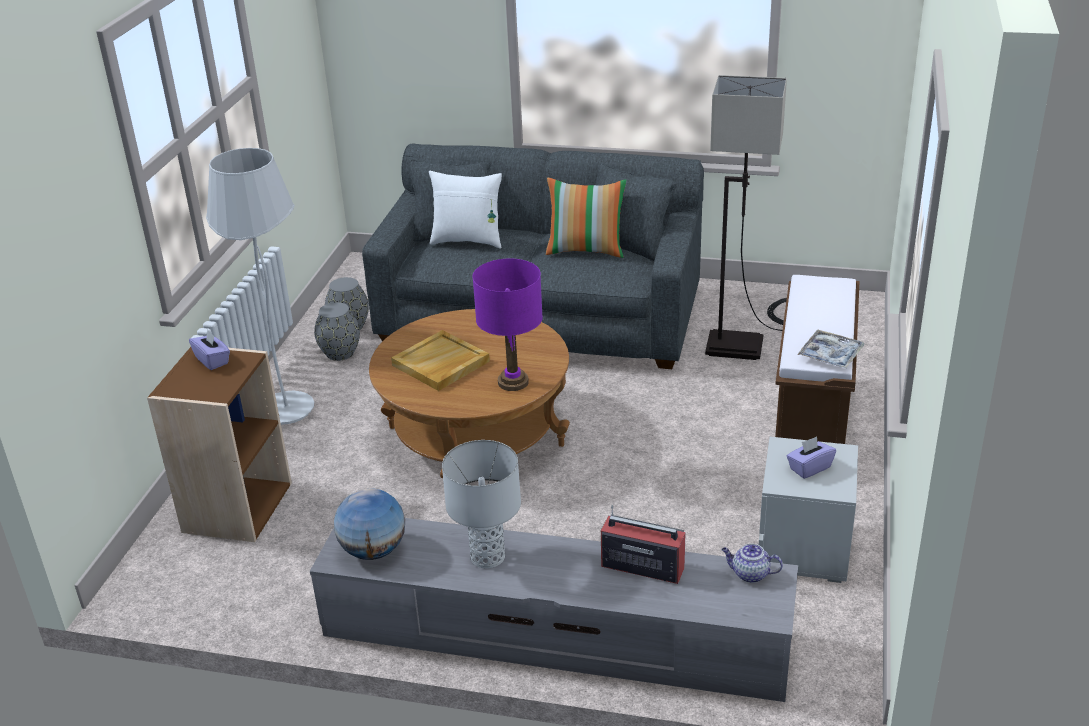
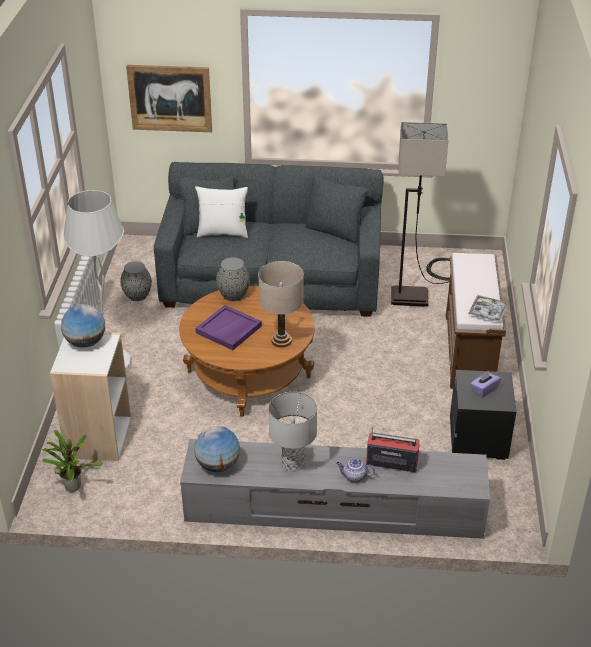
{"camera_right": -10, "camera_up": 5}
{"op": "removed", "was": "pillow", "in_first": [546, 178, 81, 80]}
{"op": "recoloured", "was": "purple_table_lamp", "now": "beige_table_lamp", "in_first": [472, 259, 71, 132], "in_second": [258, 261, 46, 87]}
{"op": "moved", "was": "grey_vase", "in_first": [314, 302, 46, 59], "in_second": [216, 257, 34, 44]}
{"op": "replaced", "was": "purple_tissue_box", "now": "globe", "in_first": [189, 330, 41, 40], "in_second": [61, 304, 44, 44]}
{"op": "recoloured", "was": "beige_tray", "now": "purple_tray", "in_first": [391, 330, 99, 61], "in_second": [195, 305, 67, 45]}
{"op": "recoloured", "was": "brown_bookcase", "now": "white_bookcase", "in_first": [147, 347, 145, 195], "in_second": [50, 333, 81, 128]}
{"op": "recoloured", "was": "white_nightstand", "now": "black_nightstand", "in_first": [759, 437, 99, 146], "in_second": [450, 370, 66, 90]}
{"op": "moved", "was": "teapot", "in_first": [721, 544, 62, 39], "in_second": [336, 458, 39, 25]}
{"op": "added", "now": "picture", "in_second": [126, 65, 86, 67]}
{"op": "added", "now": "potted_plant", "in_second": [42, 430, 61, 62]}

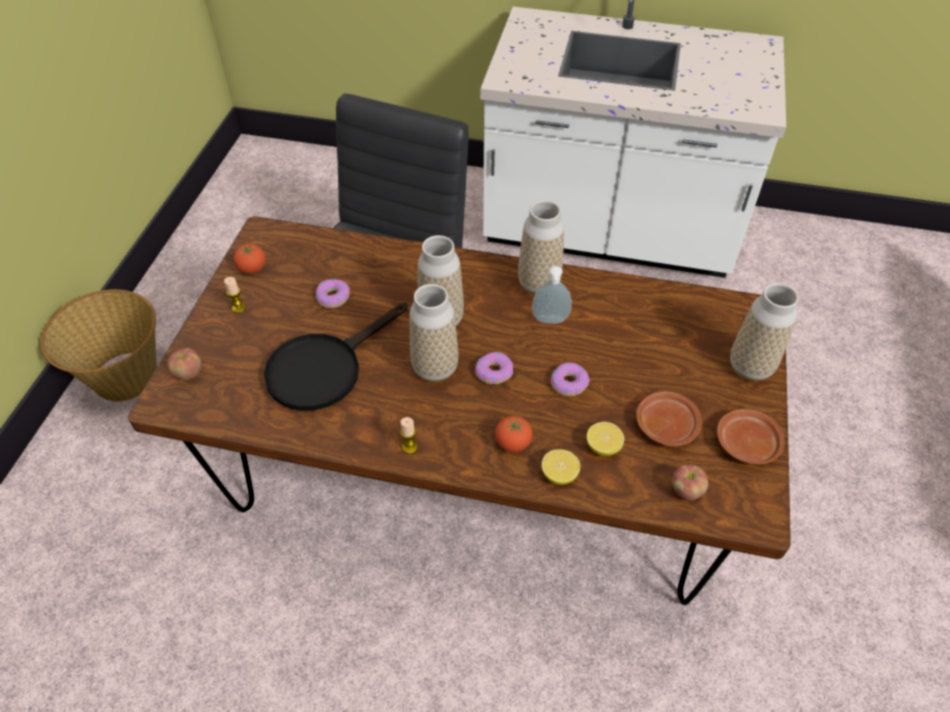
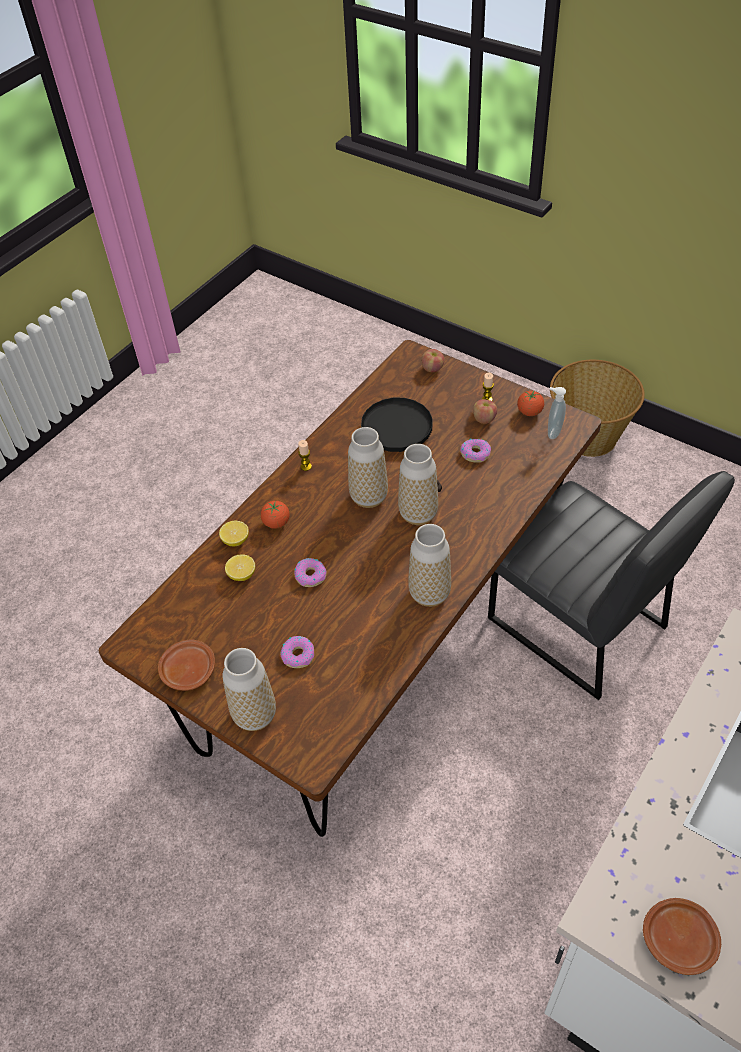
{"camera_right": 115, "camera_up": 0}
{"op": "moved", "was": "soap_dispenser", "in_first": [532, 266, 40, 58], "in_second": [548, 387, 18, 52]}
{"op": "moved", "was": "donut", "in_first": [475, 352, 38, 33], "in_second": [280, 636, 34, 32]}
{"op": "moved", "was": "brown_plate", "in_first": [636, 391, 66, 56], "in_second": [643, 898, 78, 77]}
{"op": "moved", "was": "apple", "in_first": [672, 464, 36, 37], "in_second": [473, 399, 24, 25]}

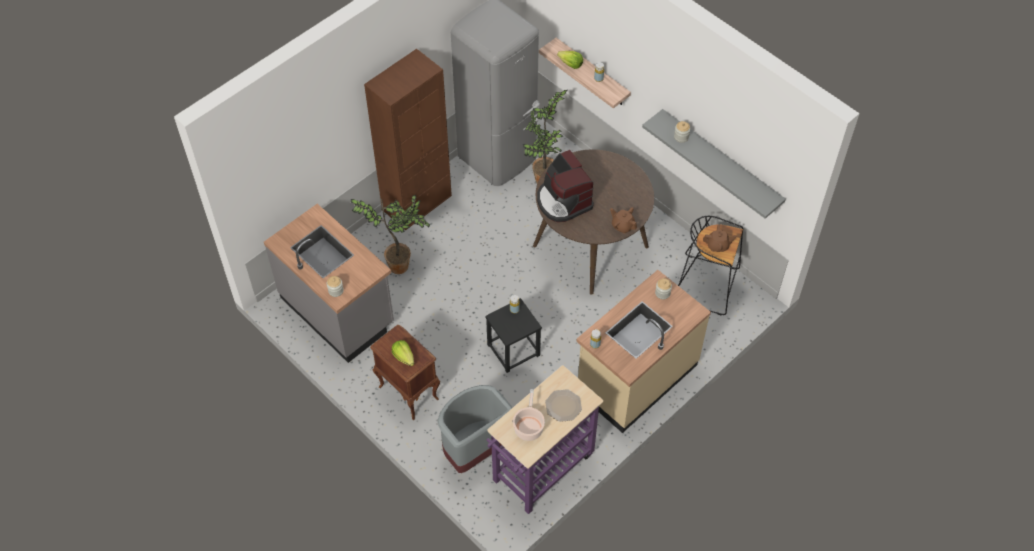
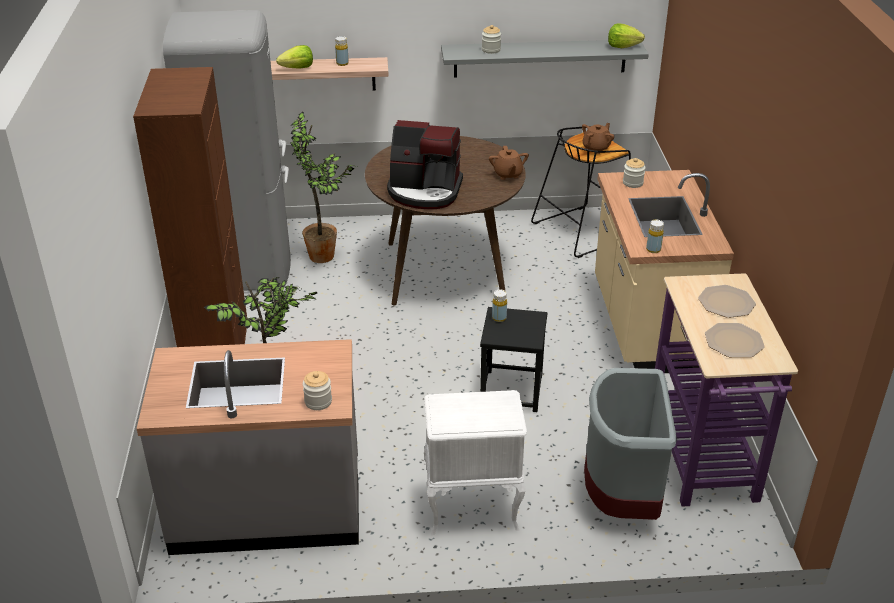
{"camera_right": -50, "camera_up": -20}
{"op": "turned", "was": "brown_teapot", "in_first": [610, 207, 27, 27], "in_second": [489, 146, 40, 34], "clockwise": -90}
{"op": "recoloured", "was": "brown_nightstand", "now": "white_nightstand", "in_first": [370, 325, 70, 96], "in_second": [424, 390, 103, 146]}
{"op": "moved", "was": "lettuce", "in_first": [392, 340, 22, 26], "in_second": [608, 24, 37, 24]}
{"op": "replaced", "was": "cooking_pot", "now": "plate", "in_first": [513, 389, 32, 52], "in_second": [705, 323, 60, 35]}

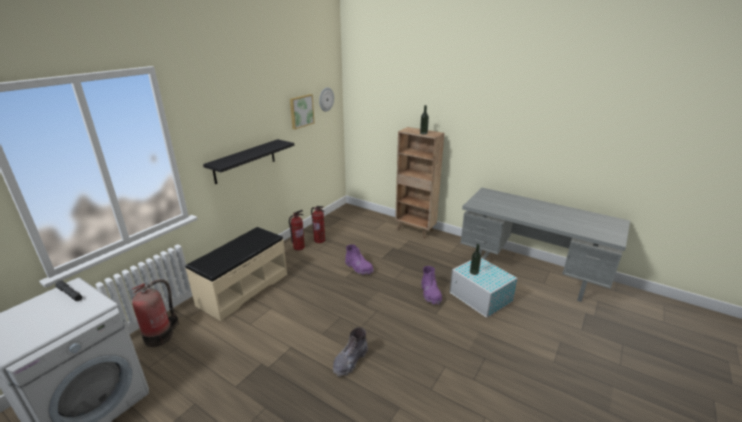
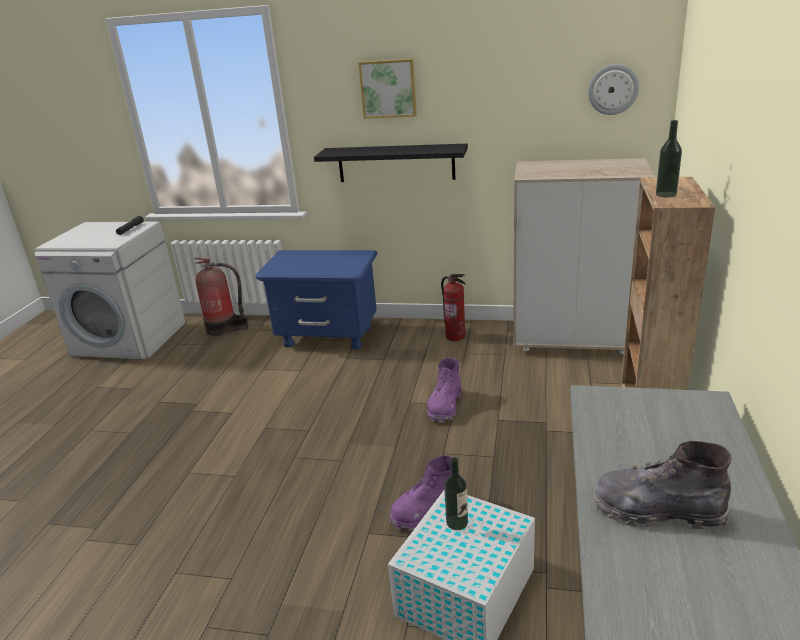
{"camera_right": 70, "camera_up": 0}
{"op": "moved", "was": "picture", "in_first": [290, 94, 24, 35], "in_second": [359, 59, 58, 60]}
{"op": "removed", "was": "fire_extinguisher", "in_first": [311, 206, 14, 37]}
{"op": "replaced", "was": "beige_bench", "now": "blue_nightstand", "in_first": [185, 227, 102, 94], "in_second": [256, 250, 121, 99]}
{"op": "moved", "was": "grey_boot", "in_first": [333, 327, 35, 50], "in_second": [593, 441, 139, 89]}
{"op": "added", "now": "beige_cabinet", "in_second": [513, 158, 142, 196]}

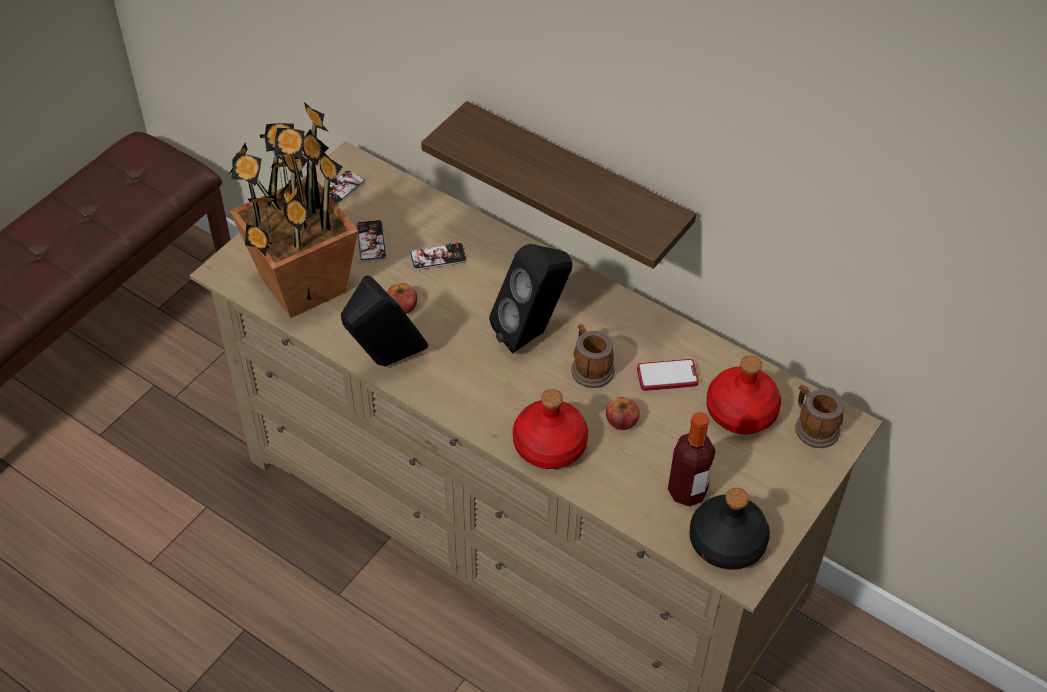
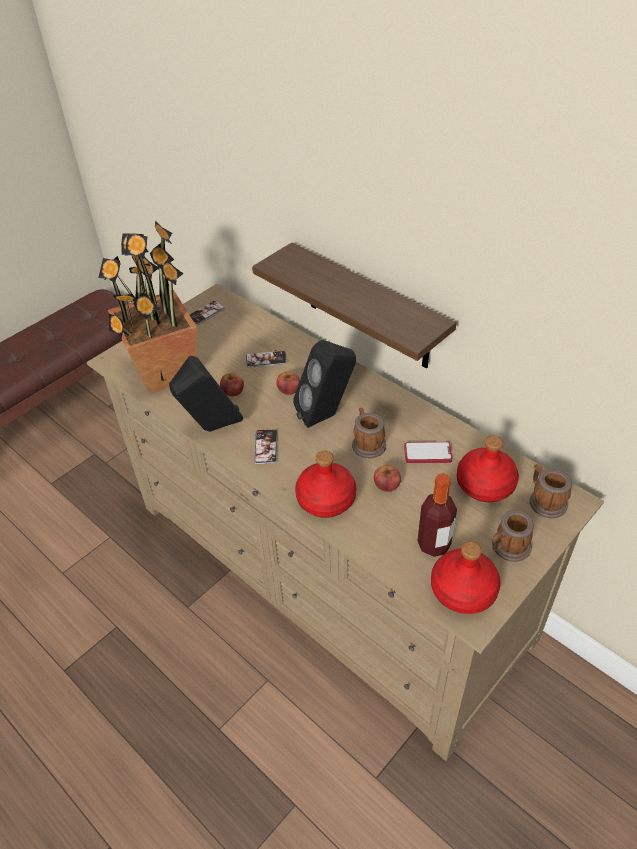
{"camera_right": 10, "camera_up": -5}
{"op": "moved", "was": "phone", "in_first": [356, 220, 31, 42], "in_second": [254, 429, 23, 35]}
{"op": "recoloured", "was": "black_bottle", "now": "red_bottle", "in_first": [689, 488, 81, 82], "in_second": [431, 541, 70, 73]}
{"op": "added", "now": "apple", "in_second": [276, 371, 24, 24]}
{"op": "added", "now": "mug", "in_second": [492, 510, 42, 52]}

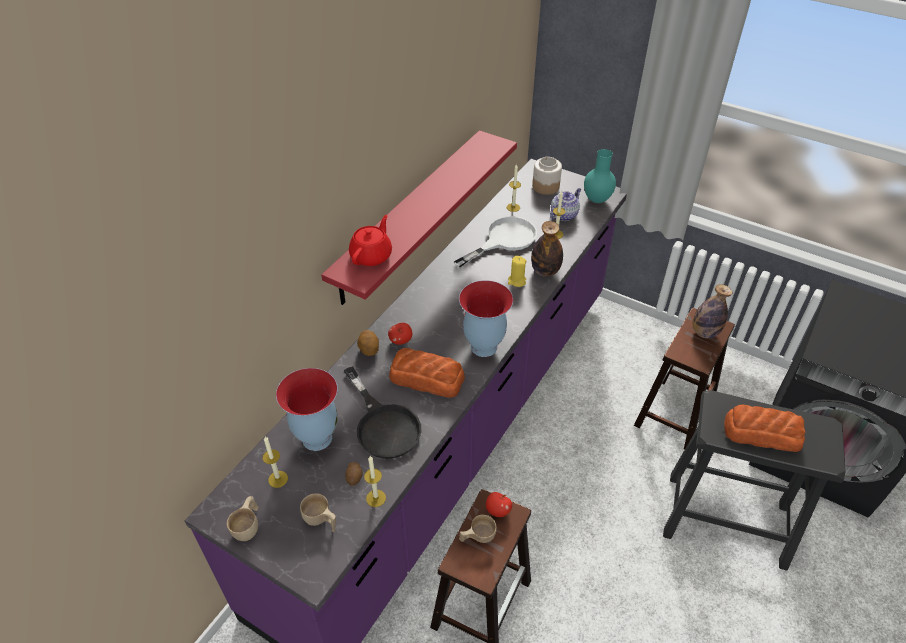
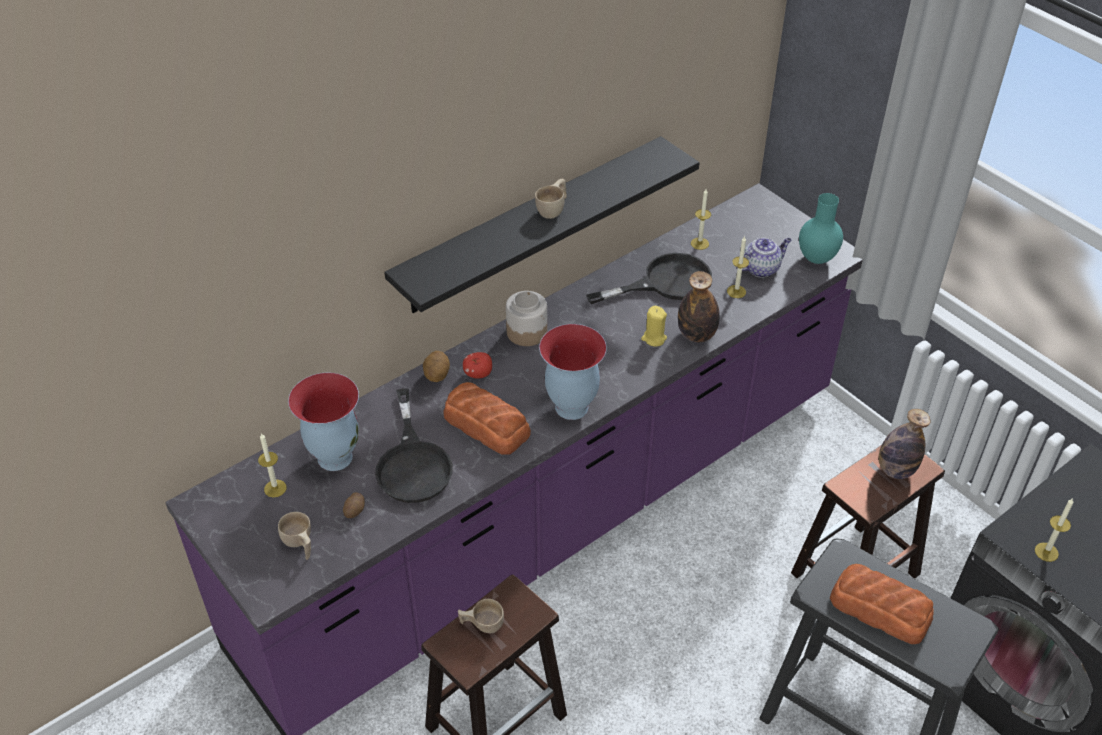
{"camera_right": 20, "camera_up": 0}
{"op": "recoloured", "was": "red_shelf", "now": "black_shelf", "in_first": [321, 130, 196, 175], "in_second": [384, 136, 316, 177]}
{"op": "moved", "was": "jar", "in_first": [532, 157, 30, 38], "in_second": [506, 291, 41, 55]}
{"op": "removed", "was": "red_teapot", "in_first": [349, 215, 43, 51]}
{"op": "recoloured", "was": "white_frying_pan", "now": "black_frying_pan", "in_first": [454, 216, 83, 52], "in_second": [586, 253, 126, 51]}
{"op": "moved", "was": "candle", "in_first": [364, 456, 22, 51], "in_second": [1035, 498, 38, 64]}
{"op": "removed", "was": "apple", "in_first": [486, 492, 26, 25]}
{"op": "moved", "was": "beige_cup", "in_first": [227, 496, 32, 45], "in_second": [535, 179, 32, 40]}

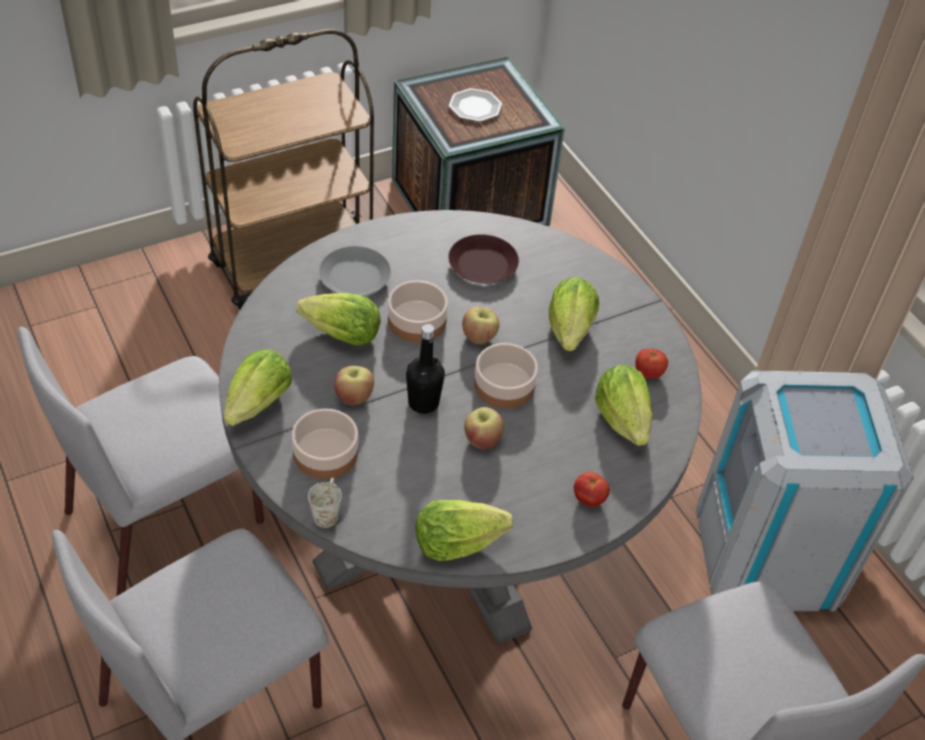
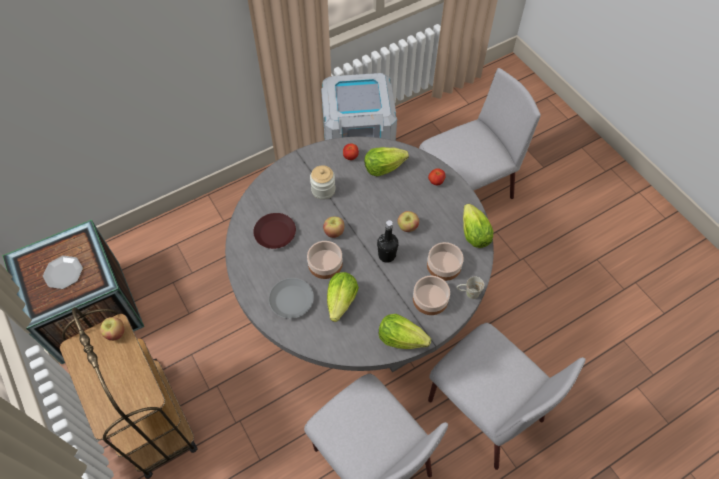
{"camera_right": -90, "camera_up": 10}
{"op": "replaced", "was": "lettuce", "now": "jar", "in_first": [549, 277, 50, 74], "in_second": [310, 165, 26, 35]}
{"op": "moved", "was": "bowl", "in_first": [474, 343, 64, 66], "in_second": [427, 242, 37, 39]}
{"op": "moved", "was": "apple", "in_first": [334, 366, 40, 39], "in_second": [100, 317, 24, 24]}

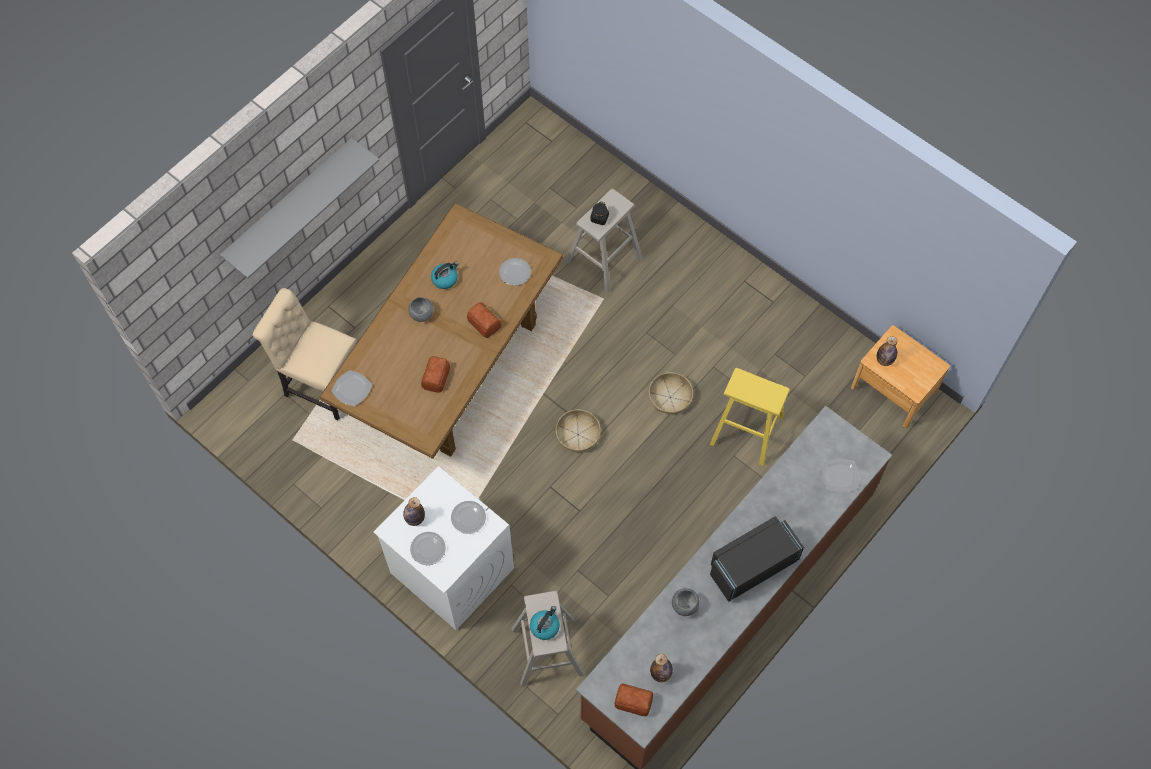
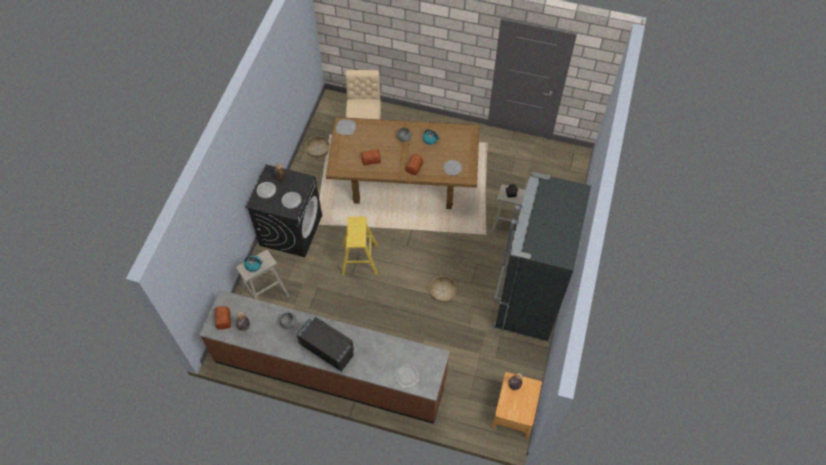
{"camera_right": 65, "camera_up": -5}
{"op": "removed", "was": "grey_shelf", "in_first": [220, 138, 159, 140]}
{"op": "moved", "was": "yellow_stool", "in_first": [710, 368, 80, 98], "in_second": [342, 217, 36, 58]}
{"op": "moved", "was": "basket", "in_first": [556, 409, 45, 45], "in_second": [305, 136, 25, 23]}
{"op": "recoloured", "was": "white_washing_machine", "now": "black_washing_machine", "in_first": [374, 466, 140, 164], "in_second": [246, 164, 76, 93]}
{"op": "added", "now": "black_fridge", "in_second": [493, 172, 98, 169]}

